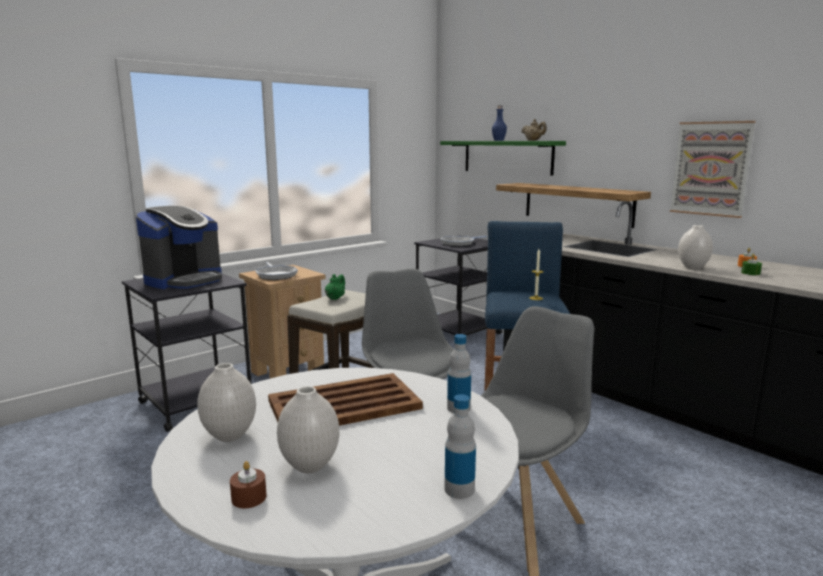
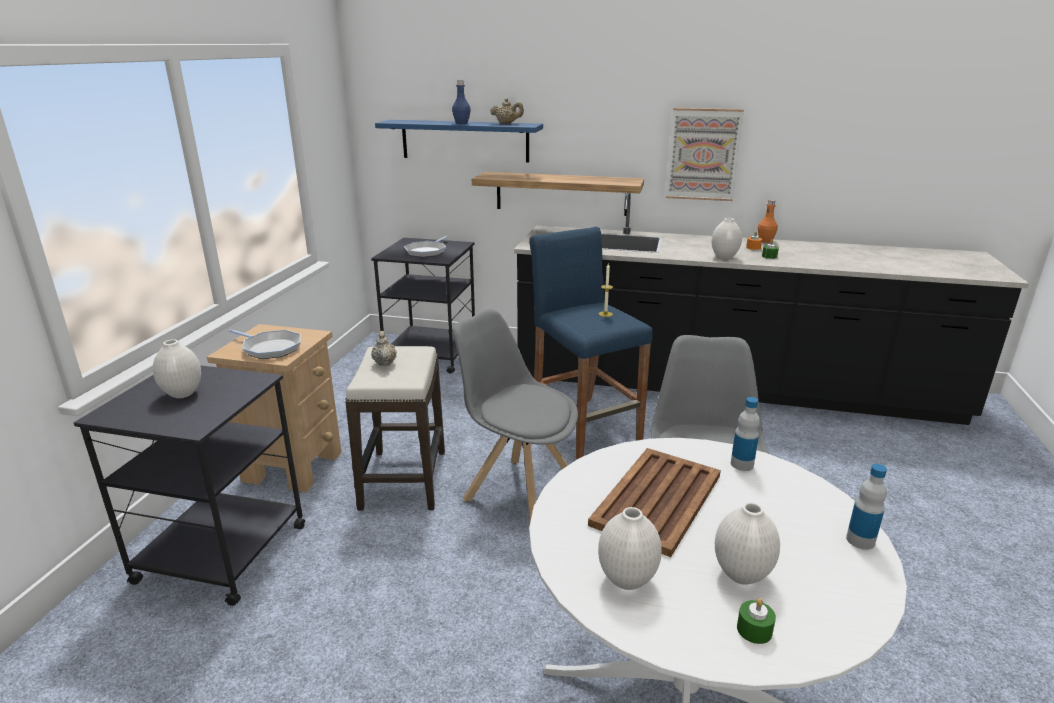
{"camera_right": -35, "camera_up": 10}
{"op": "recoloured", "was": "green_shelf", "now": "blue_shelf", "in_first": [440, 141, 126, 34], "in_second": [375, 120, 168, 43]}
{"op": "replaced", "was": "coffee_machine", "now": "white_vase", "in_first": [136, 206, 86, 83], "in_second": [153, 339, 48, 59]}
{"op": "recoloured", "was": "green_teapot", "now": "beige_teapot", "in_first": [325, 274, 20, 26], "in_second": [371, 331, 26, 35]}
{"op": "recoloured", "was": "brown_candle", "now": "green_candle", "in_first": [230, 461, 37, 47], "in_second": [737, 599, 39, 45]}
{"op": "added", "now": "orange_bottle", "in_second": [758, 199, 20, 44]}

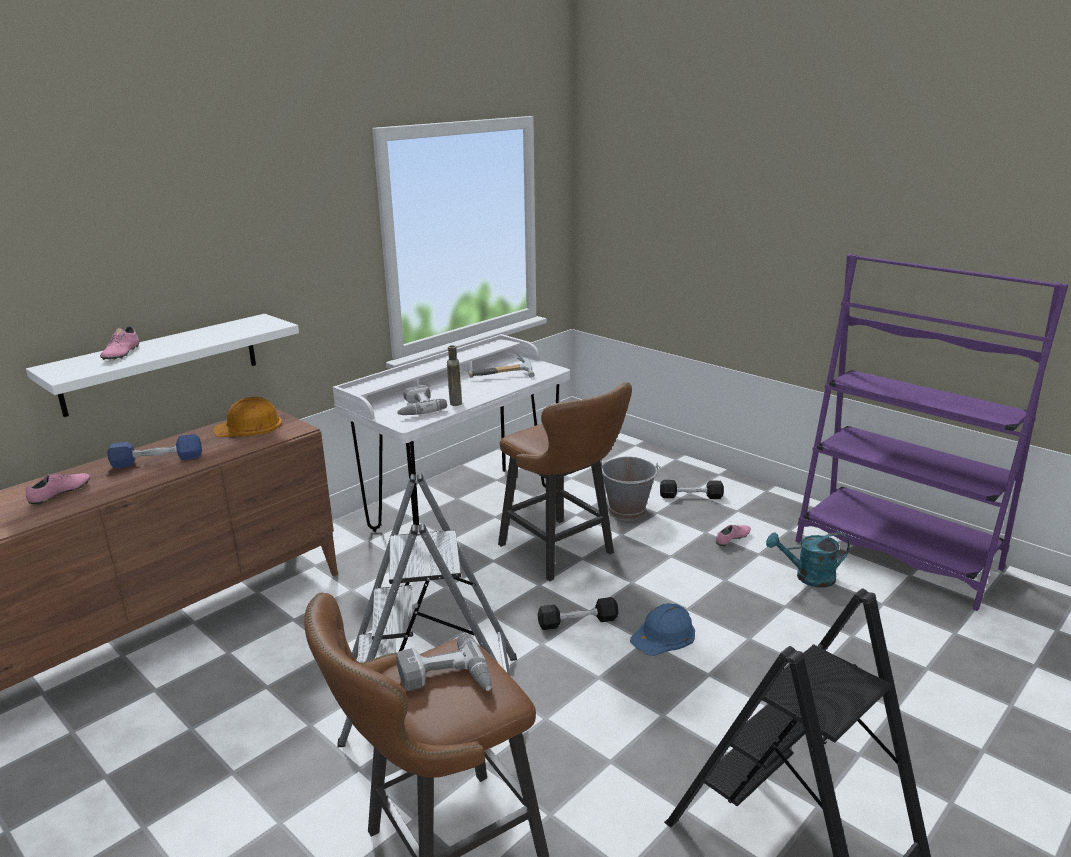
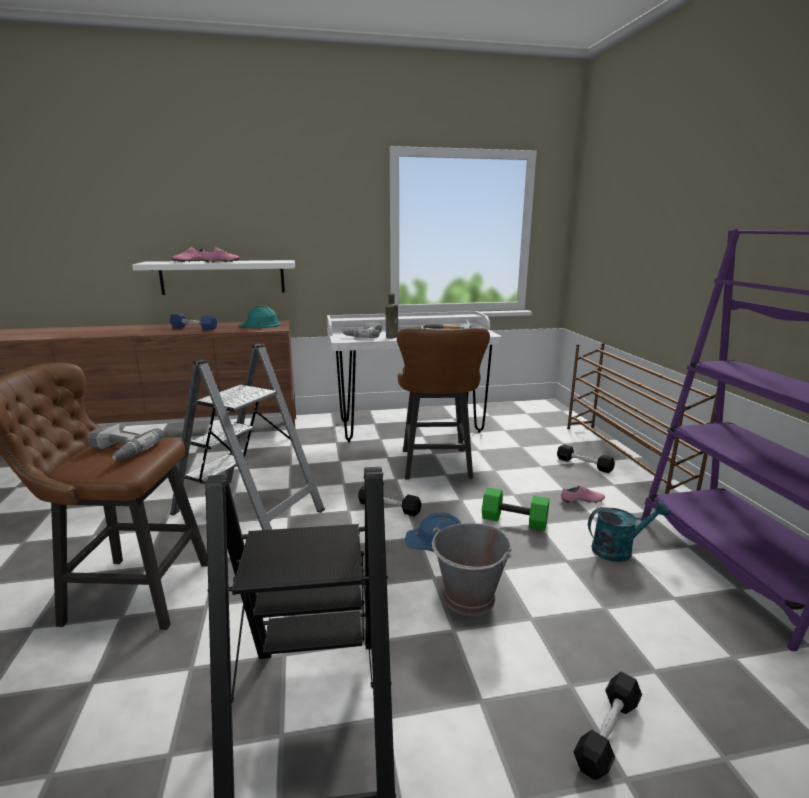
{"camera_right": 35, "camera_up": -5}
{"op": "recoloured", "was": "orange_hard_hat", "now": "turquoise_hard_hat", "in_first": [213, 397, 69, 40], "in_second": [238, 306, 42, 22]}
{"op": "moved", "was": "grey_bucket", "in_first": [601, 456, 59, 65], "in_second": [432, 523, 80, 93]}
{"op": "moved", "was": "pink_shoe", "in_first": [26, 473, 64, 32], "in_second": [202, 247, 38, 16]}
{"op": "turned", "was": "turquoise_watering_can", "in_first": [766, 532, 84, 56], "in_second": [588, 501, 82, 61], "clockwise": 135}
{"op": "added", "now": "brown_shoe_rack", "in_second": [567, 343, 150, 151]}
{"op": "added", "now": "green_dumbbell", "in_second": [482, 488, 67, 43]}
{"op": "added", "now": "black_dumbbell", "in_second": [574, 672, 68, 108]}

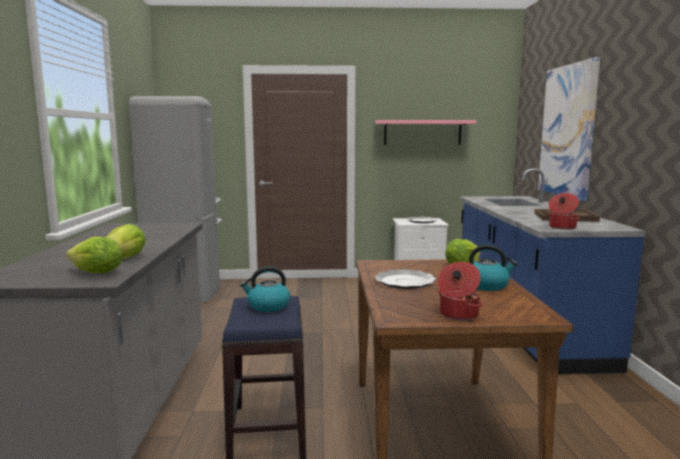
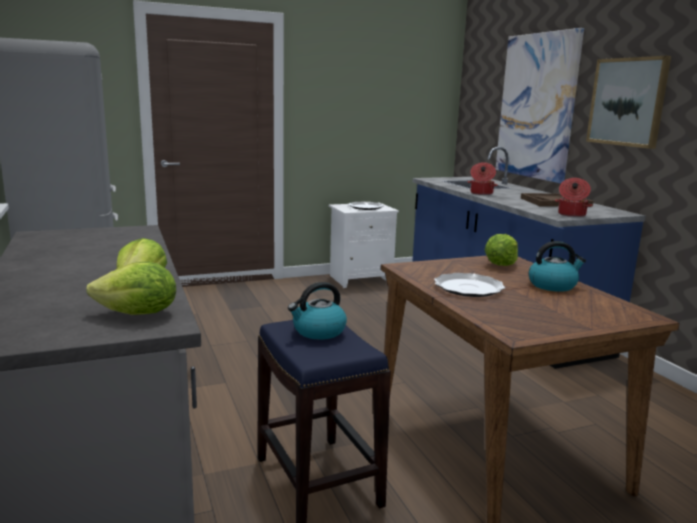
{"camera_right": -20, "camera_up": 5}
{"op": "removed", "was": "pink_shelf", "in_first": [375, 120, 102, 25]}
{"op": "moved", "was": "cooking_pot", "in_first": [438, 262, 45, 58], "in_second": [468, 162, 30, 33]}
{"op": "added", "now": "picture", "in_second": [586, 56, 85, 93]}

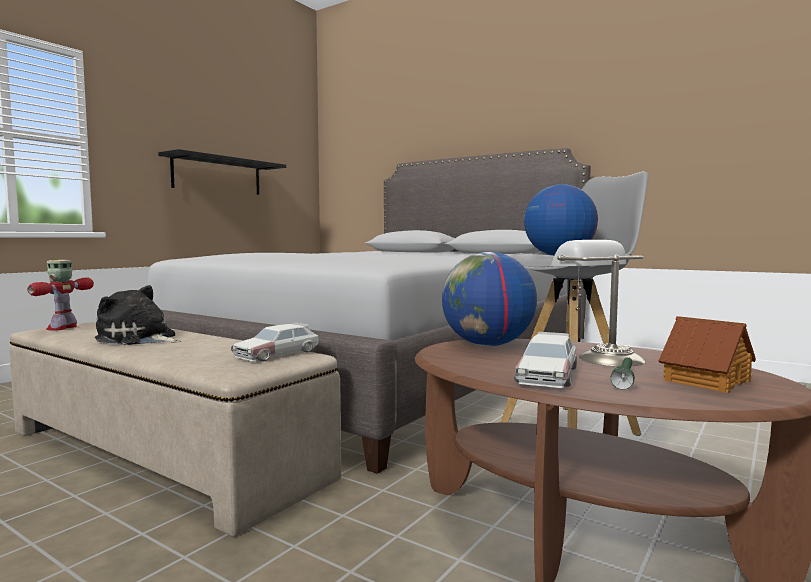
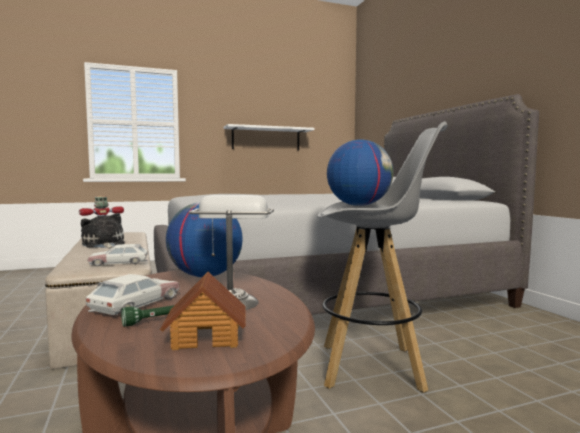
{"camera_right": 35, "camera_up": 0}
{"op": "recoloured", "was": "black_shelf", "now": "white_shelf", "in_first": [158, 149, 128, 46], "in_second": [224, 124, 90, 26]}
{"op": "turned", "was": "toy_car", "in_first": [514, 332, 63, 56], "in_second": [86, 274, 94, 41], "clockwise": 150}

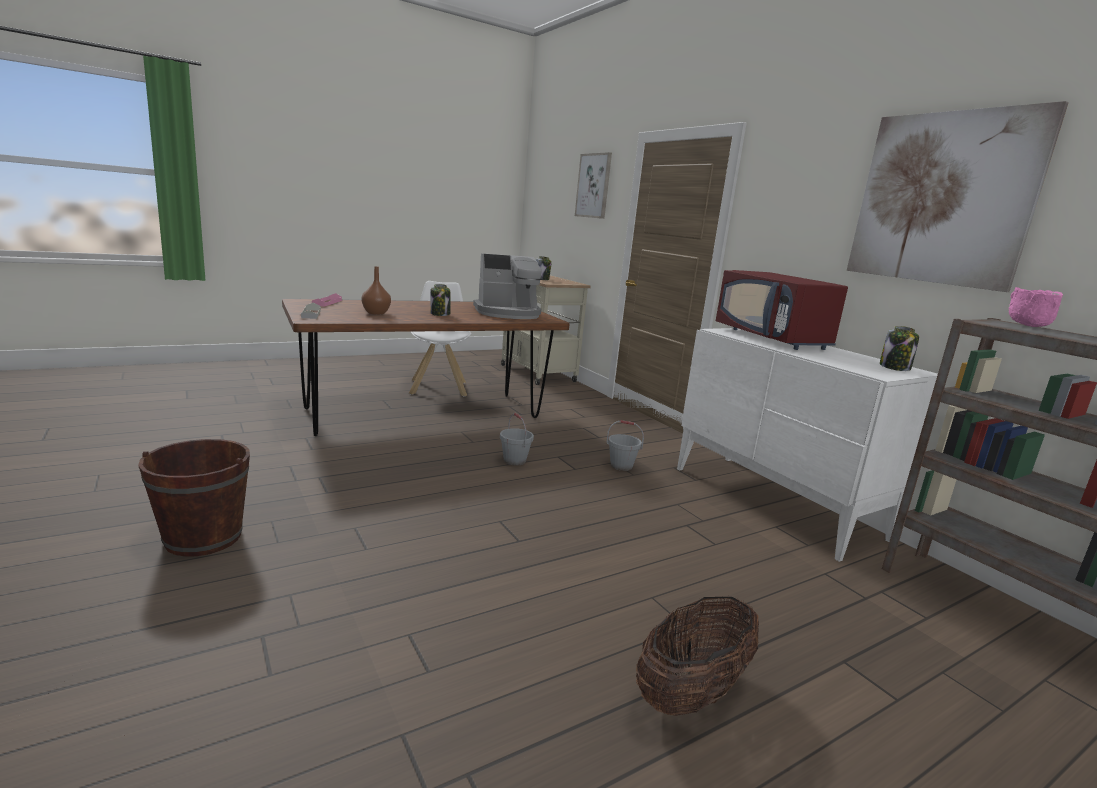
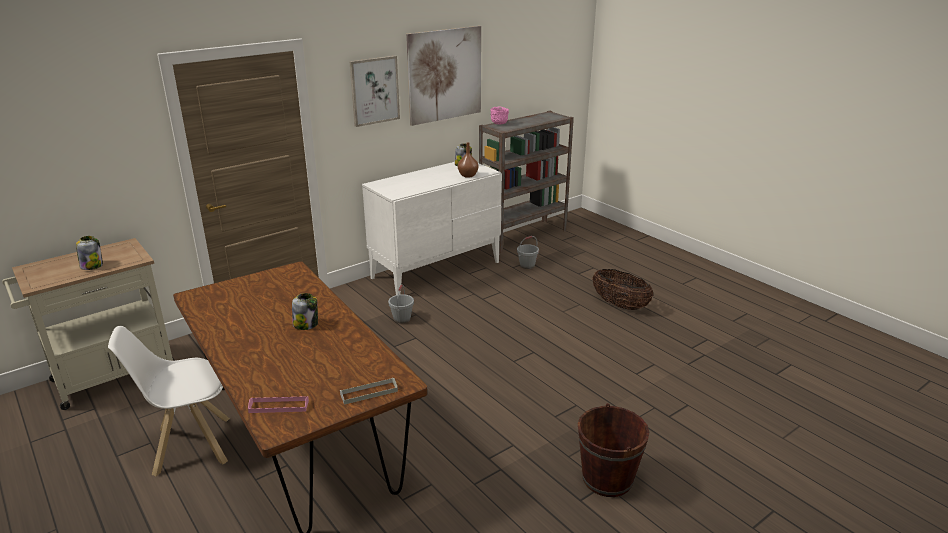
{"camera_right": -95, "camera_up": 10}
{"op": "moved", "was": "picture", "in_first": [575, 152, 37, 67], "in_second": [349, 56, 51, 71]}
{"op": "removed", "was": "coffee_machine", "in_first": [473, 253, 70, 66]}
{"op": "moved", "was": "brown_vase", "in_first": [362, 266, 29, 49], "in_second": [458, 142, 21, 36]}
{"op": "removed", "was": "red_microwave", "in_first": [716, 270, 132, 80]}
{"op": "moved", "was": "grey_bucket", "in_first": [500, 413, 34, 52], "in_second": [517, 236, 22, 33]}

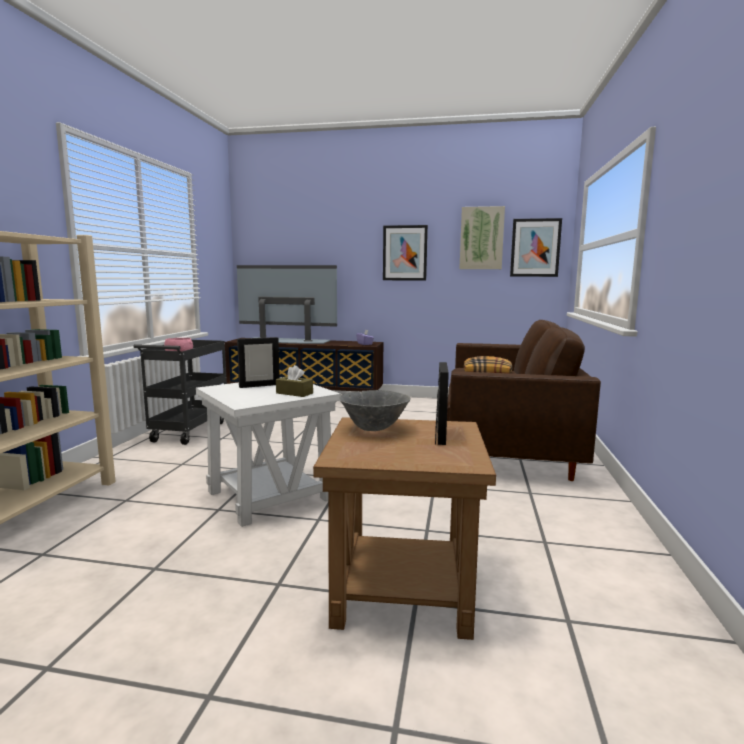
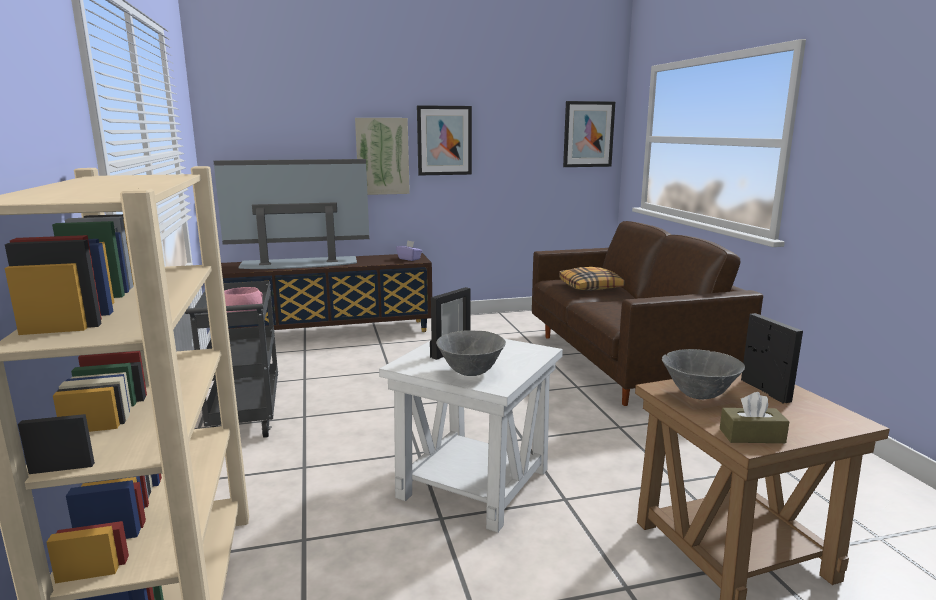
{"camera_right": -25, "camera_up": 5}
{"op": "moved", "was": "picture", "in_first": [459, 206, 46, 63], "in_second": [355, 118, 55, 77]}
{"op": "moved", "was": "brown_tissue_box", "in_first": [276, 365, 37, 32], "in_second": [720, 392, 69, 51]}
{"op": "added", "now": "grey_bowl", "in_second": [436, 330, 70, 46]}

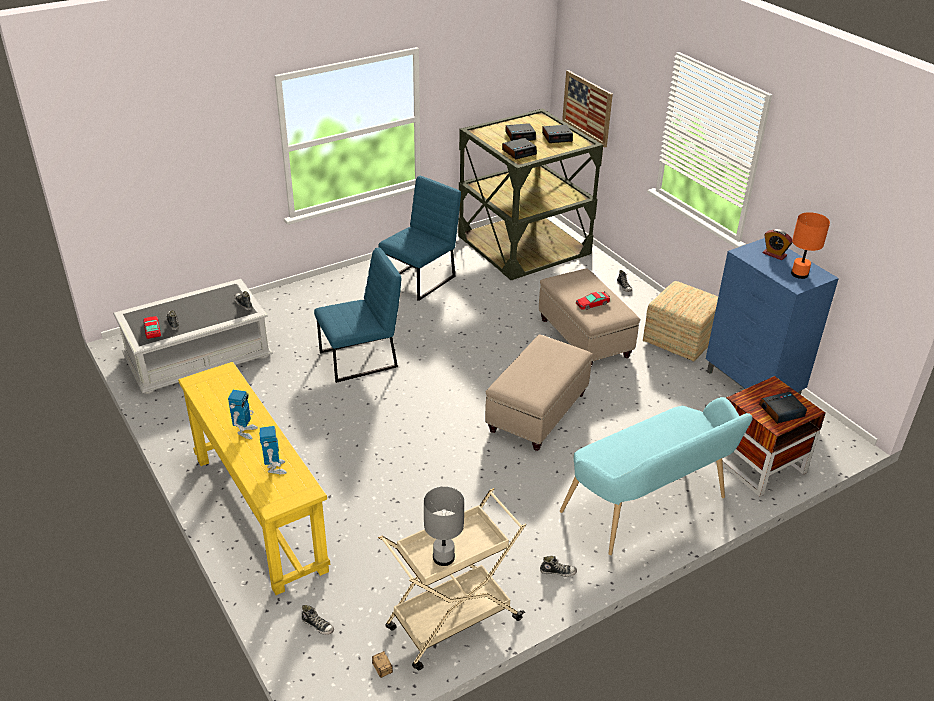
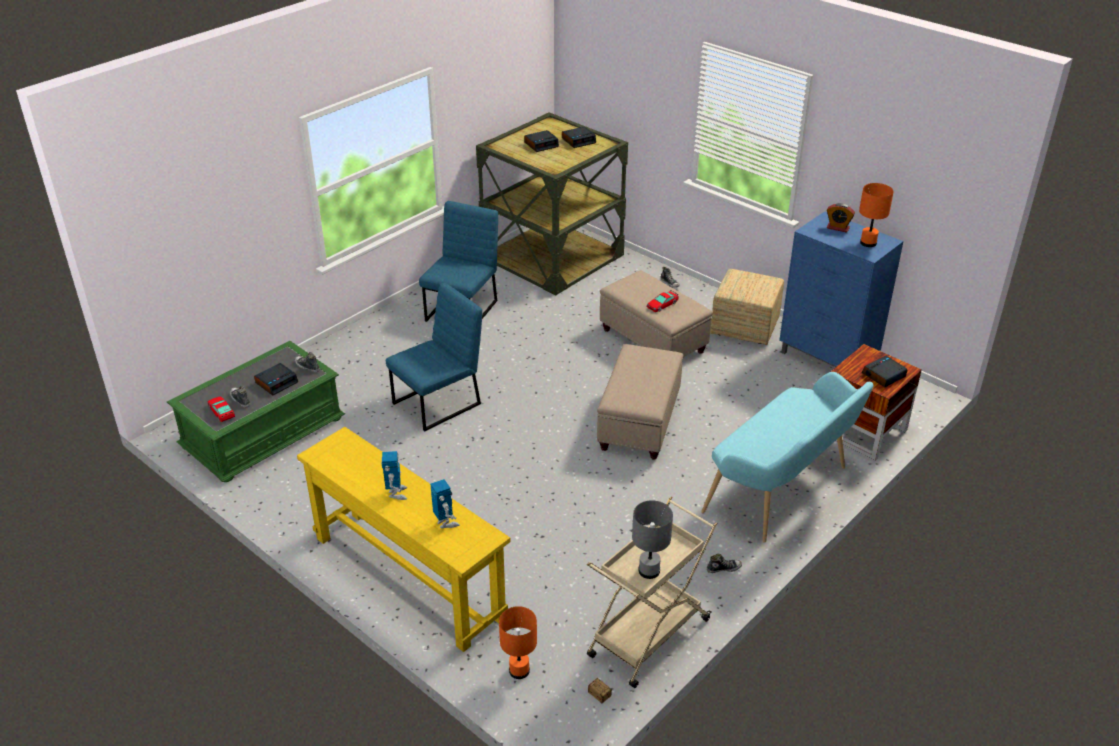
{"camera_right": -15, "camera_up": 0}
{"op": "removed", "was": "picture", "in_first": [562, 70, 51, 77]}
{"op": "moved", "was": "alarm_clock", "in_first": [502, 138, 35, 21], "in_second": [254, 363, 44, 32]}
{"op": "recoloured", "was": "white_coffee_table", "now": "green_coffee_table", "in_first": [113, 279, 160, 115], "in_second": [167, 341, 178, 141]}
{"op": "replaced", "was": "shoe", "now": "orange_table_lamp", "in_first": [301, 605, 33, 30], "in_second": [499, 606, 38, 73]}

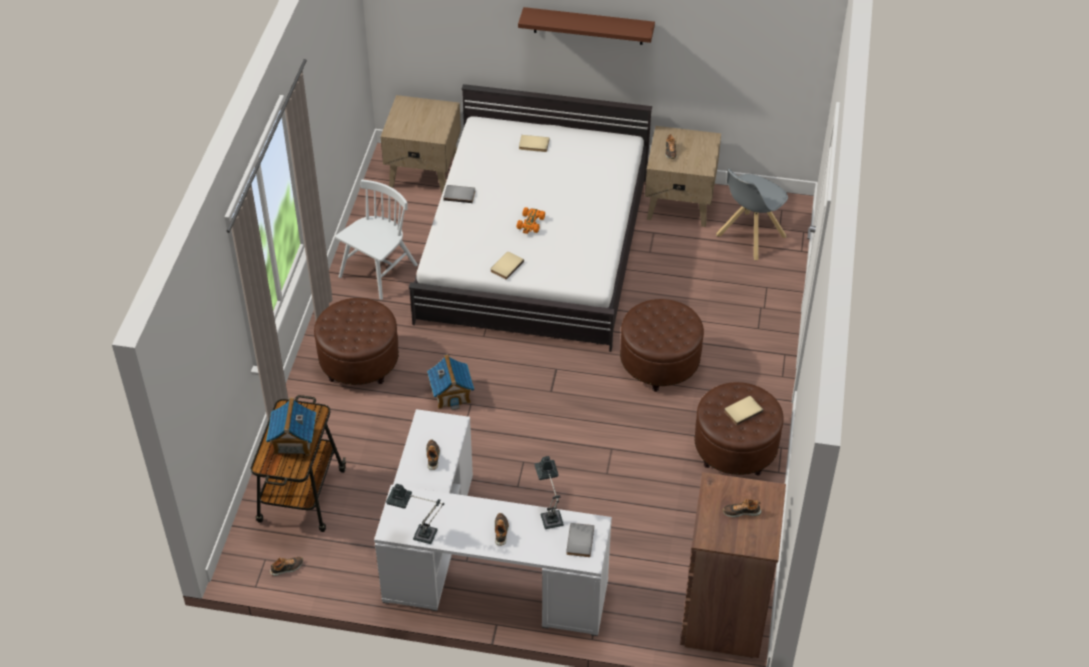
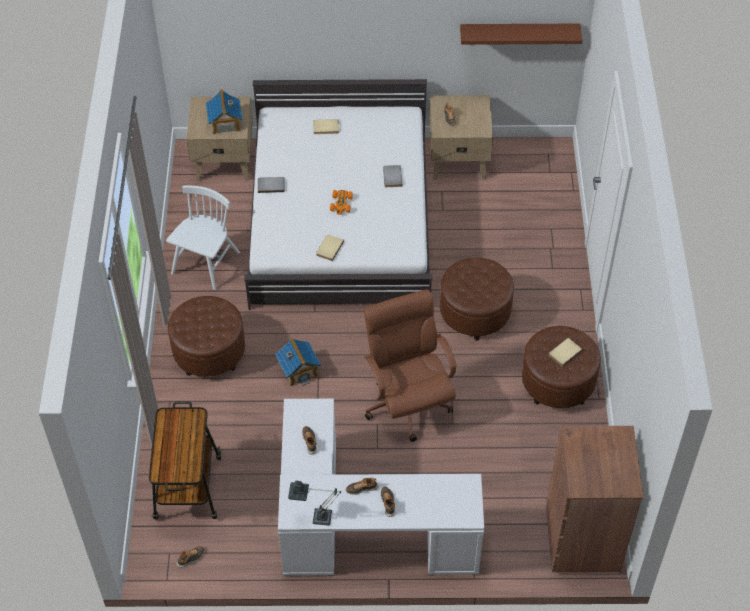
{"camera_right": -10, "camera_up": 5}
{"op": "moved", "was": "brown_shelf", "in_first": [518, 7, 137, 38], "in_second": [460, 24, 122, 21]}
{"op": "removed", "was": "grey_chair", "in_first": [716, 169, 72, 91]}
{"op": "moved", "was": "toy_house", "in_first": [266, 397, 50, 58], "in_second": [206, 89, 37, 45]}
{"op": "removed", "was": "table_lamp", "in_first": [534, 456, 30, 73]}
{"op": "moved", "was": "shoe", "in_first": [723, 499, 39, 18], "in_second": [346, 478, 32, 17]}
{"op": "moved", "was": "grey_book", "in_first": [566, 523, 28, 34], "in_second": [383, 165, 20, 22]}
{"op": "added", "now": "brown_office_chair", "in_second": [364, 289, 93, 153]}

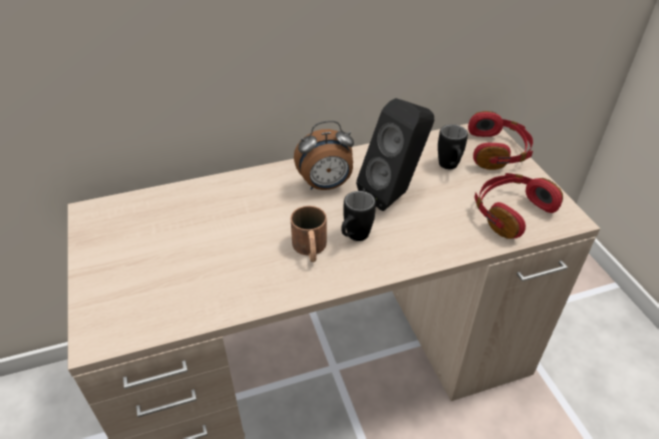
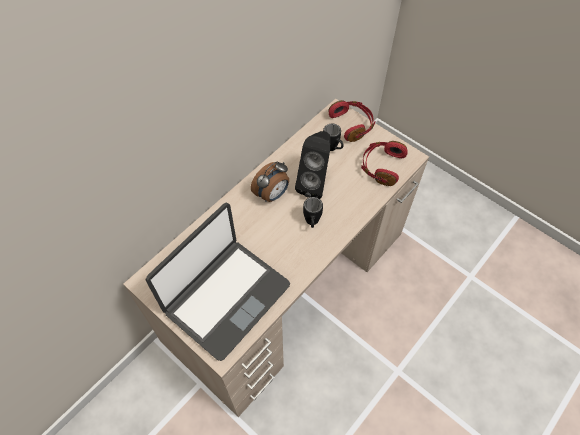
{"camera_right": -30, "camera_up": 15}
{"op": "removed", "was": "brown_mug", "in_first": [290, 206, 37, 56]}
{"op": "added", "now": "laptop", "in_second": [146, 203, 144, 158]}

